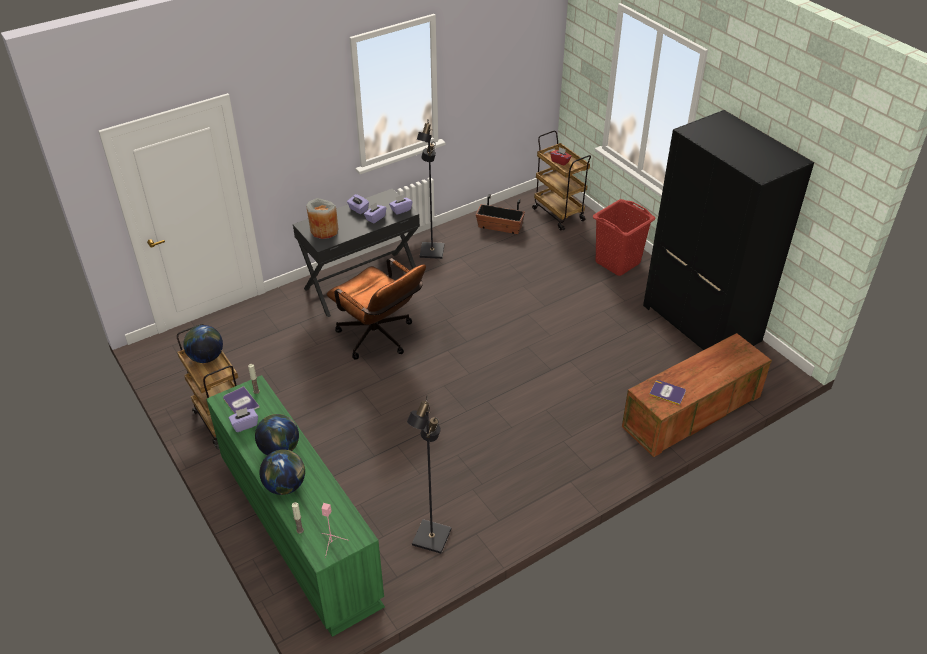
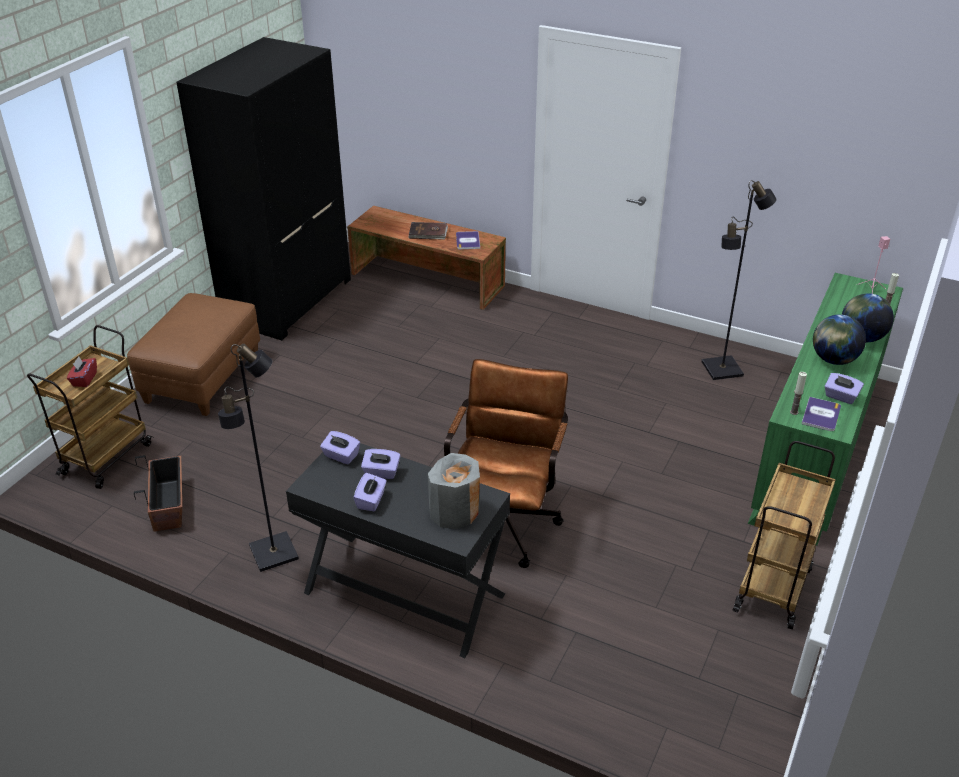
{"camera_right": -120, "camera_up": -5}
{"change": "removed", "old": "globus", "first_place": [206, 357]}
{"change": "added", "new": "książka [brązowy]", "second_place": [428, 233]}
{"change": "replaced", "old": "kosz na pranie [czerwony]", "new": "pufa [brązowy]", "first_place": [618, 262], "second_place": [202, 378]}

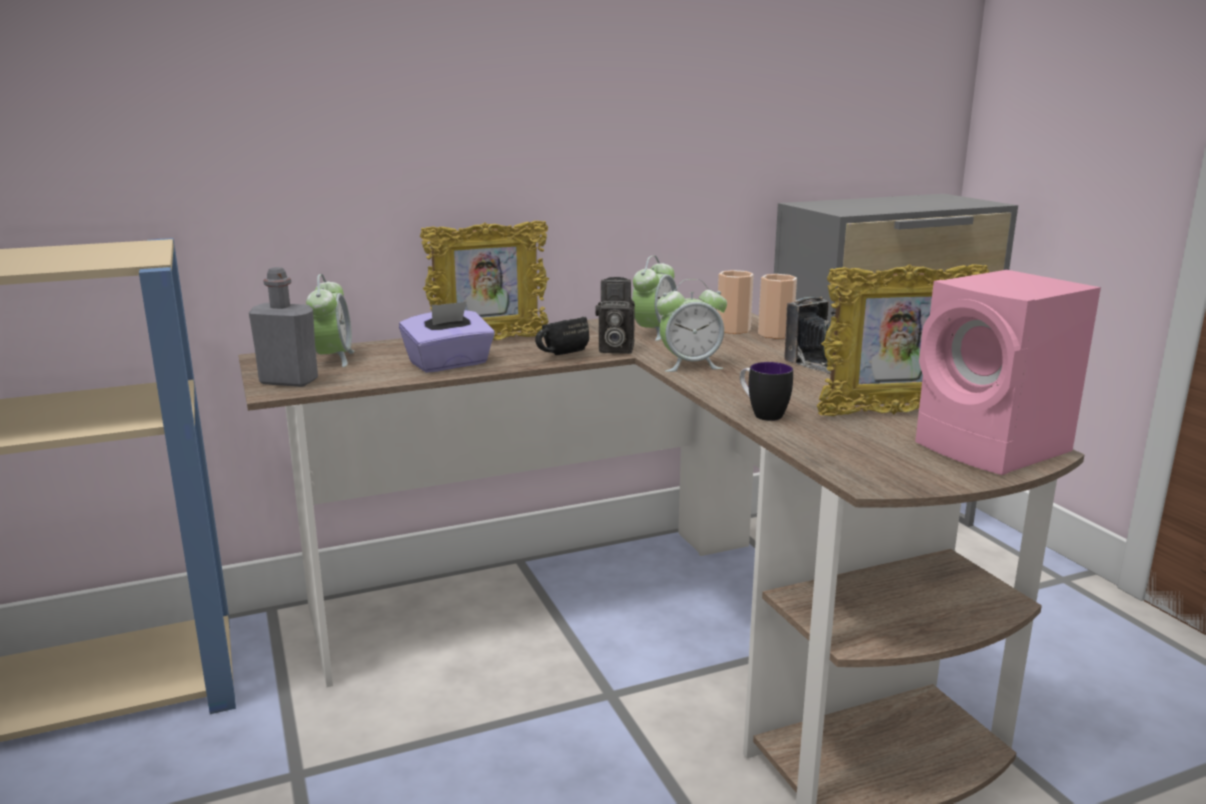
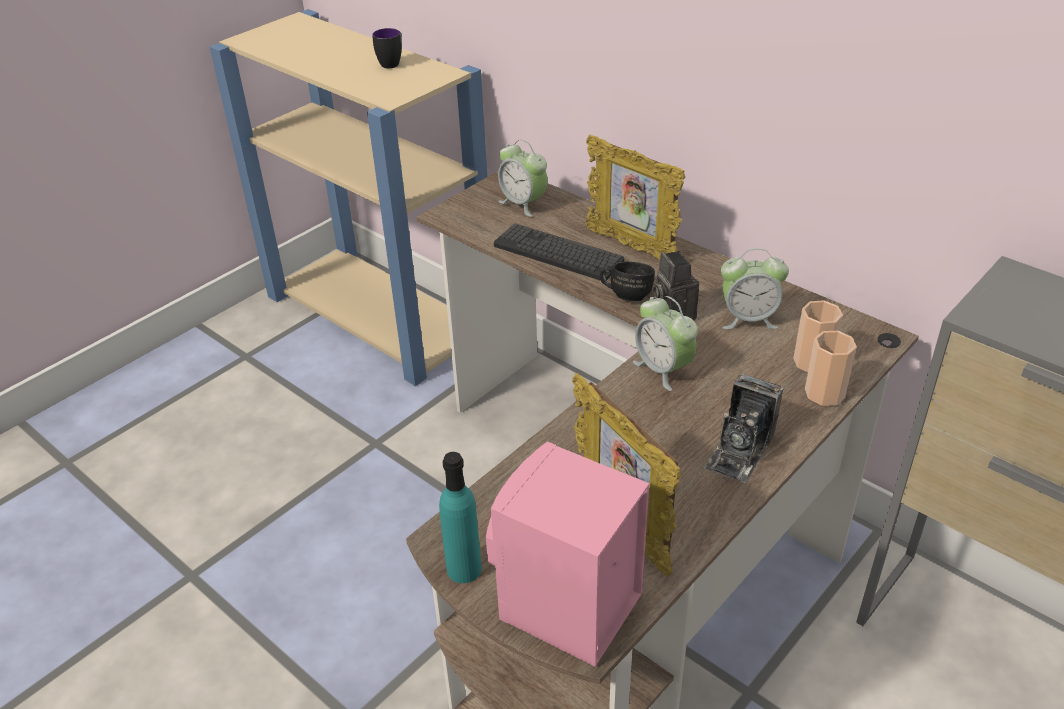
{"camera_right": 65, "camera_up": 20}
{"change": "removed", "old": "butelka [szary]", "first_place": [289, 381]}
{"change": "added", "new": "butelka [turkusowy]", "second_place": [464, 569]}
{"change": "moved", "old": "kubek", "first_place": [762, 414], "second_place": [392, 63]}
{"change": "replaced", "old": "pudełko chusteczek [fioletowy]", "new": "klawiatura", "first_place": [449, 364], "second_place": [558, 253]}
{"change": "turned", "old": "budzik", "first_place": [333, 359], "second_place": [523, 204], "degrees": 75}

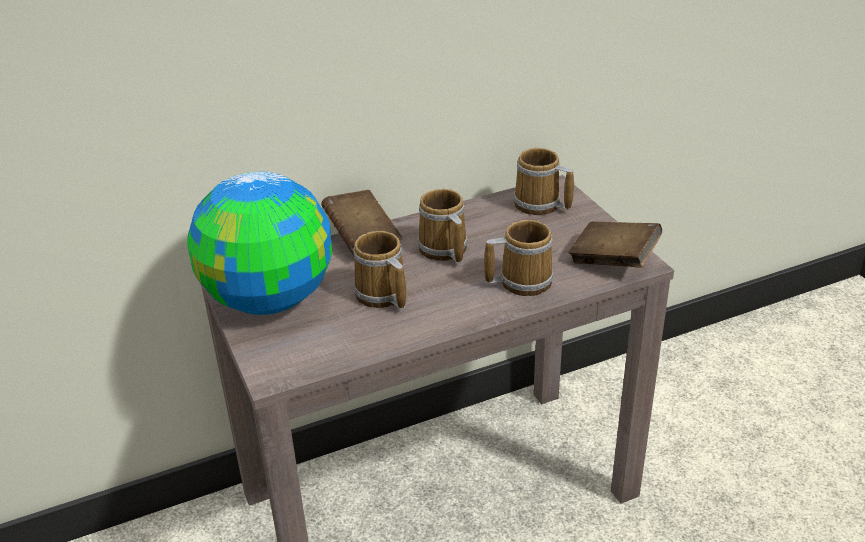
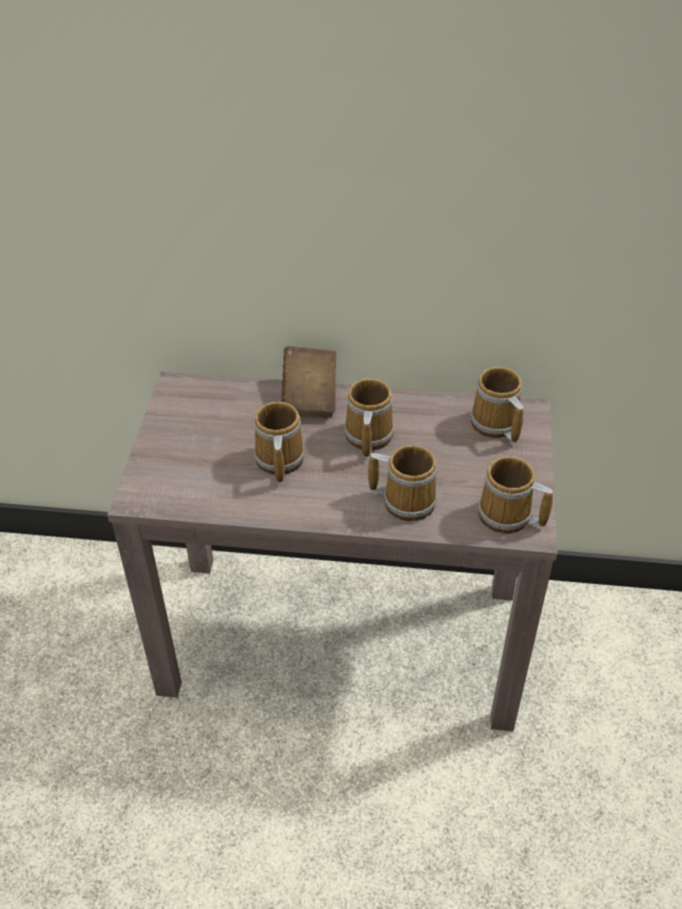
{"camera_right": 30, "camera_up": 10}
{"change": "removed", "old": "globus", "first_place": [270, 299]}
{"change": "replaced", "old": "książka [brązowy]", "new": "kubek", "first_place": [613, 261], "second_place": [507, 517]}

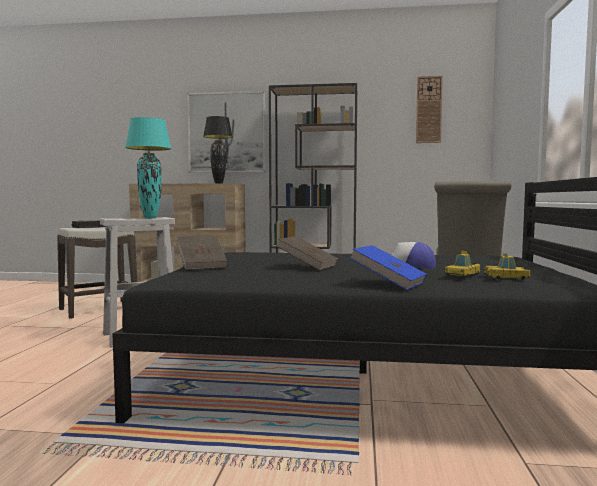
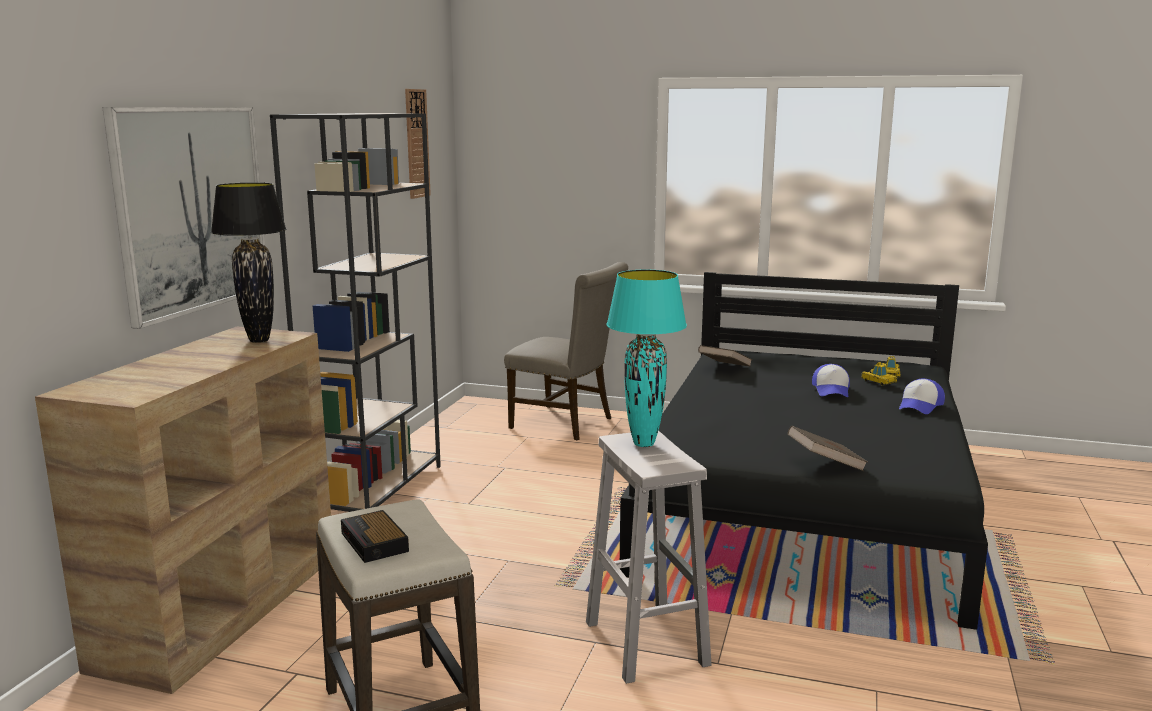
{"camera_right": -80, "camera_up": 10}
{"change": "moved", "old": "książka [brązowy]", "first_place": [307, 266], "second_place": [724, 368]}
{"change": "replaced", "old": "książka [niebieski]", "new": "czapka z daszkiem", "first_place": [388, 283], "second_place": [920, 406]}

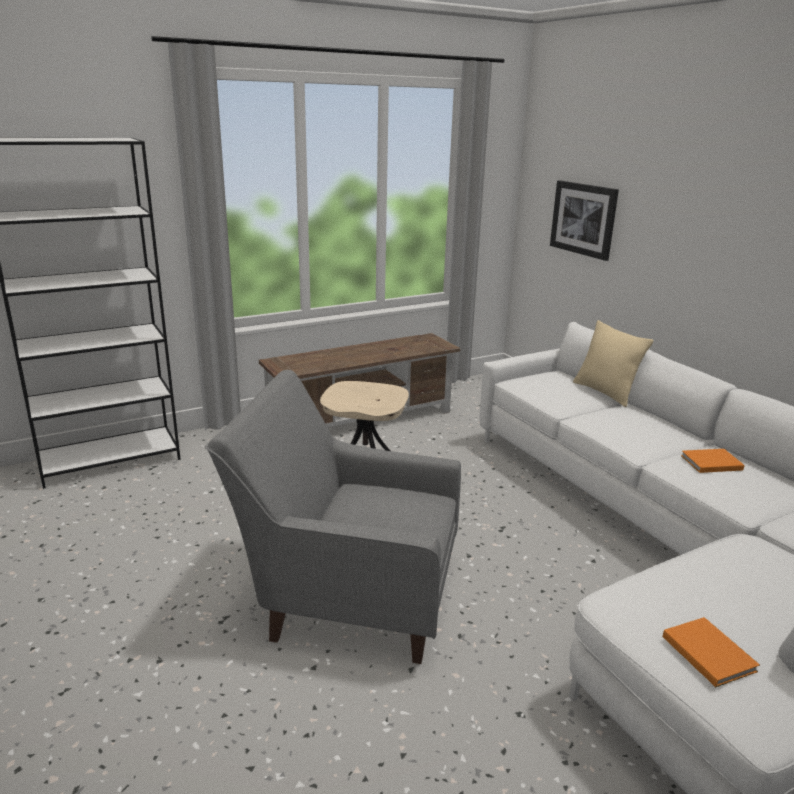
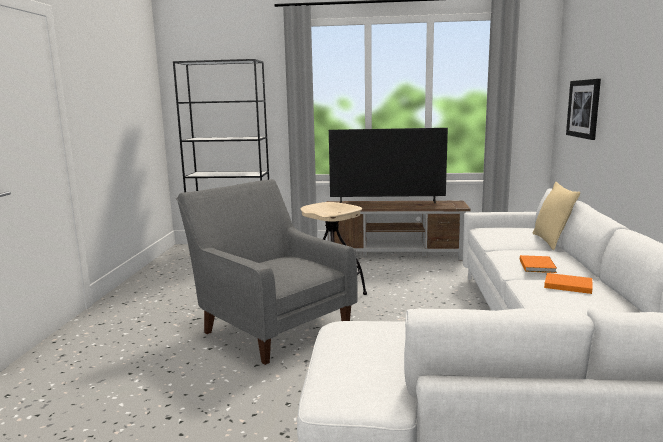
{"camera_right": 35, "camera_up": -10}
{"change": "added", "new": "telewizor", "second_place": [387, 202]}
{"change": "moved", "old": "książka [pomarańczowy]", "first_place": [707, 652], "second_place": [537, 265]}

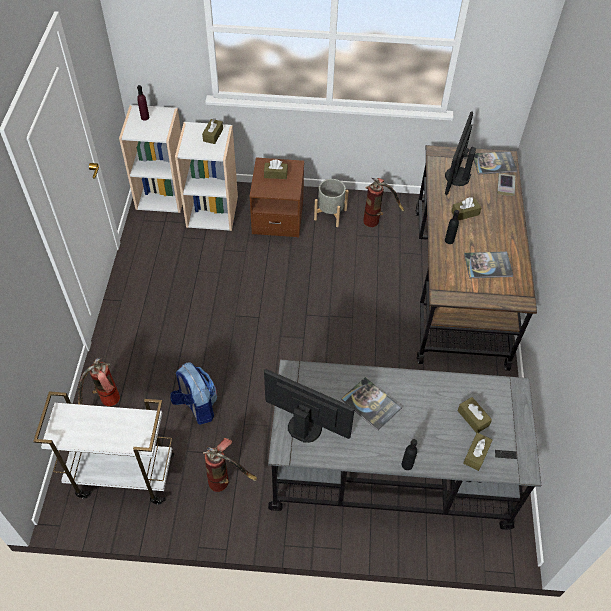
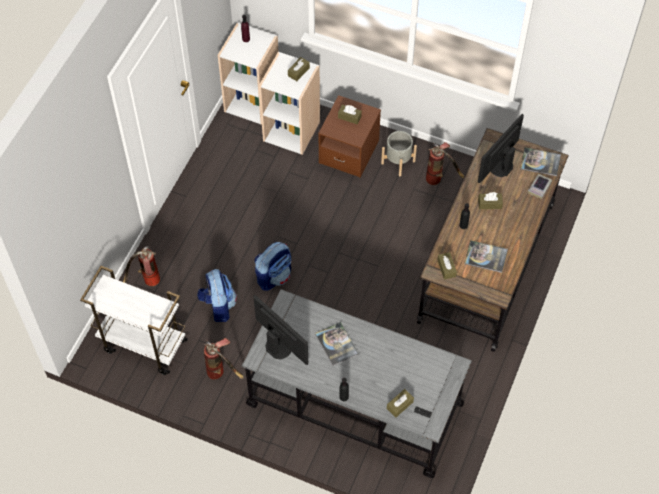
{"camera_right": 20, "camera_up": 5}
{"change": "added", "new": "plecak", "second_place": [274, 276]}
{"change": "moved", "old": "pudełko chusteczek [brązowy]", "first_place": [473, 418], "second_place": [446, 268]}

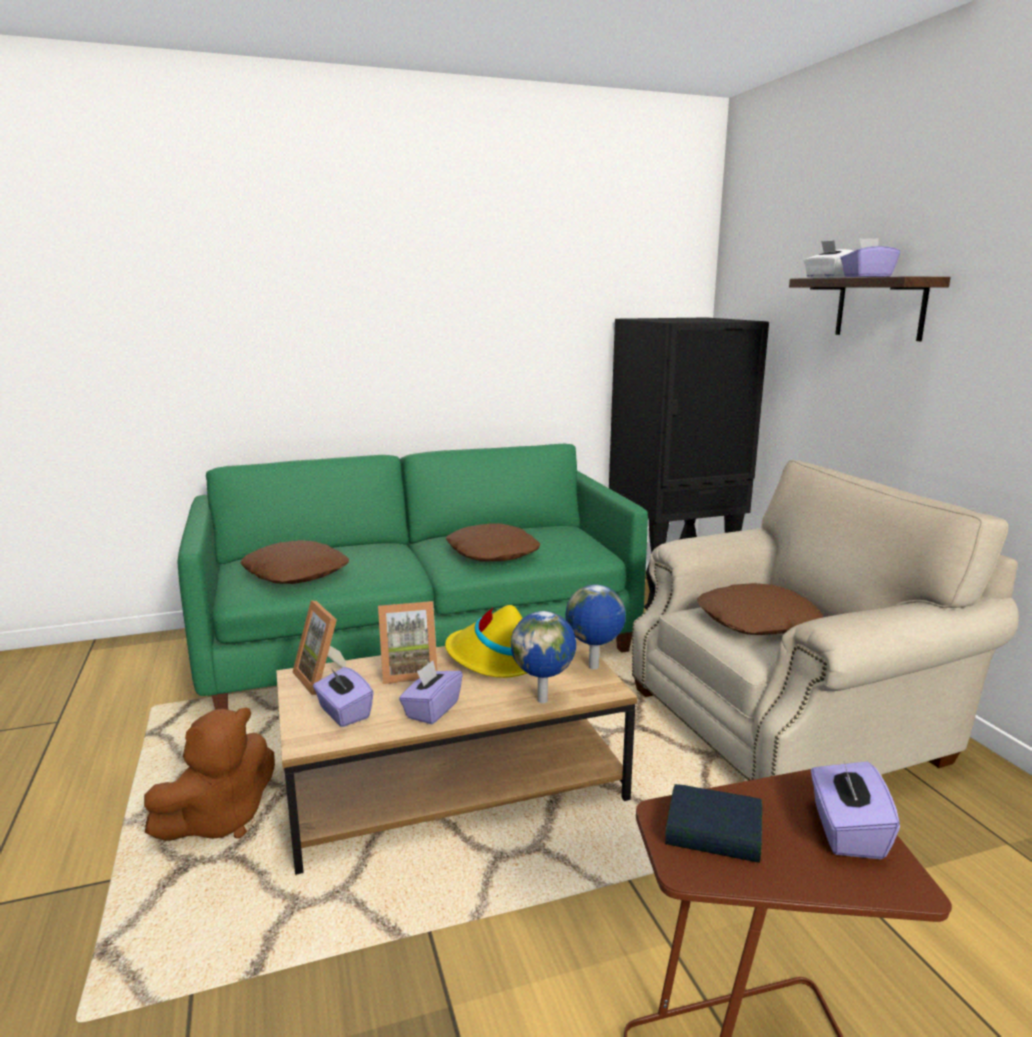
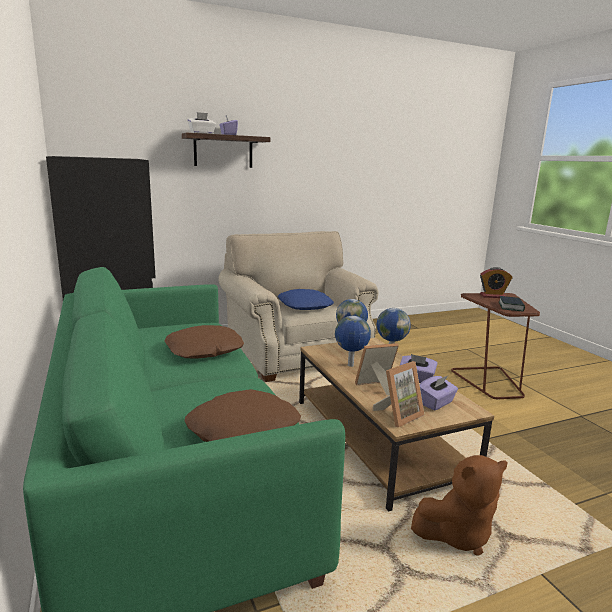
{"camera_right": -95, "camera_up": 0}
{"change": "replaced", "old": "kapelusz [żółty]", "new": "globus", "first_place": [493, 659], "second_place": [350, 365]}
{"change": "replaced", "old": "pudełko chusteczek [fioletowy]", "new": "budzik", "first_place": [846, 831], "second_place": [493, 296]}
{"change": "recoloured", "old": "poduszka [brązowy]", "new": "poduszka [niebieski]", "first_place": [757, 621], "second_place": [305, 305]}
{"change": "turned", "old": "pluszak [brązowy]", "first_place": [220, 820], "second_place": [457, 534], "degrees": 120}
{"change": "turned", "old": "ramka na zdjęcie", "first_place": [408, 672], "second_place": [376, 388], "degrees": -90}

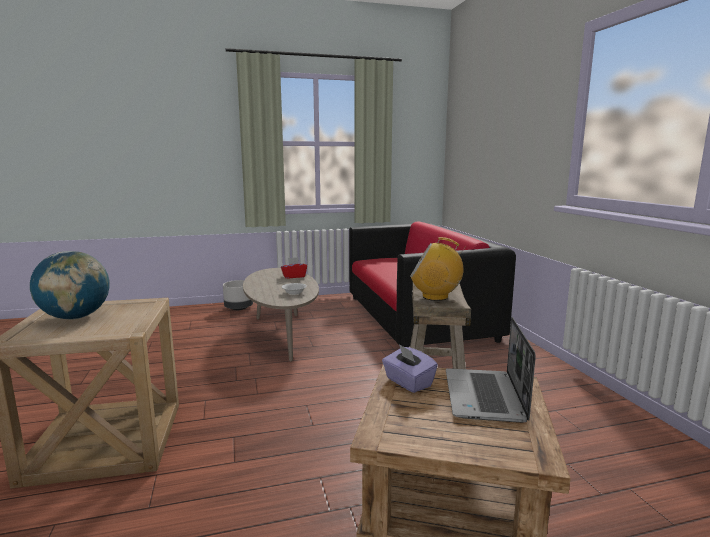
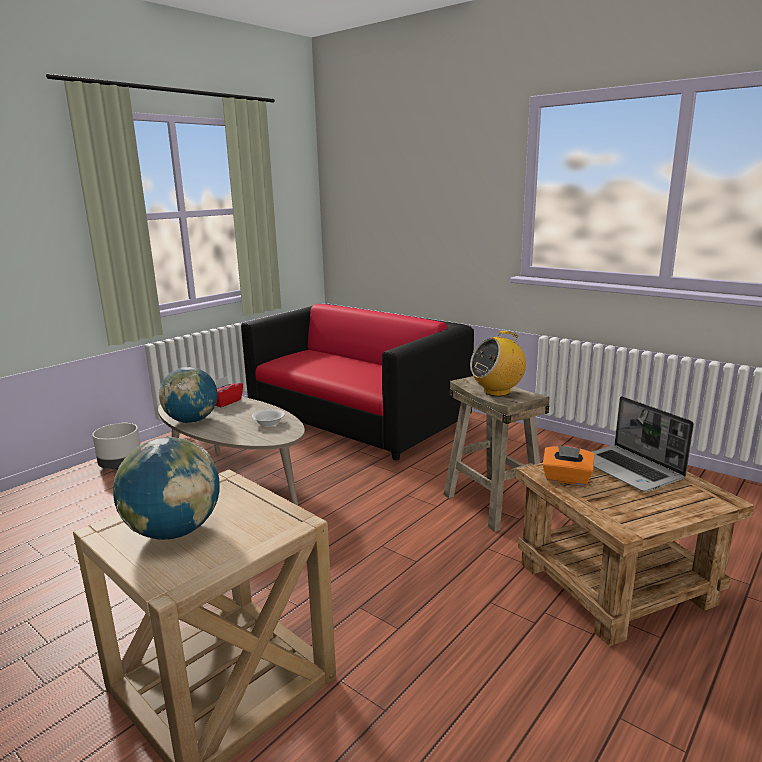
{"camera_right": -35, "camera_up": 5}
{"change": "added", "new": "globus", "second_place": [192, 421]}
{"change": "recoloured", "old": "pudełko chusteczek [fioletowy]", "new": "pudełko chusteczek [pomarańczowy]", "first_place": [408, 382], "second_place": [566, 479]}

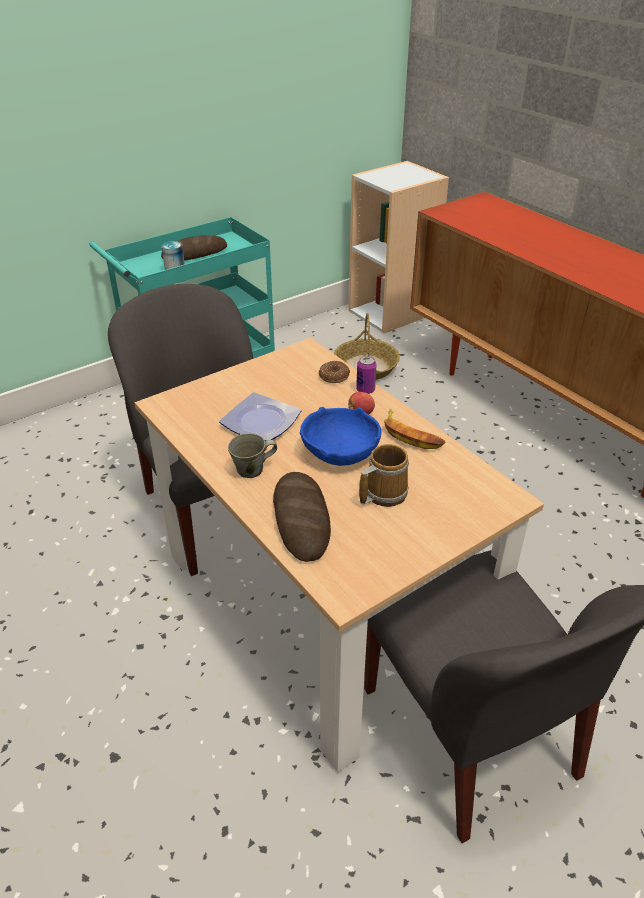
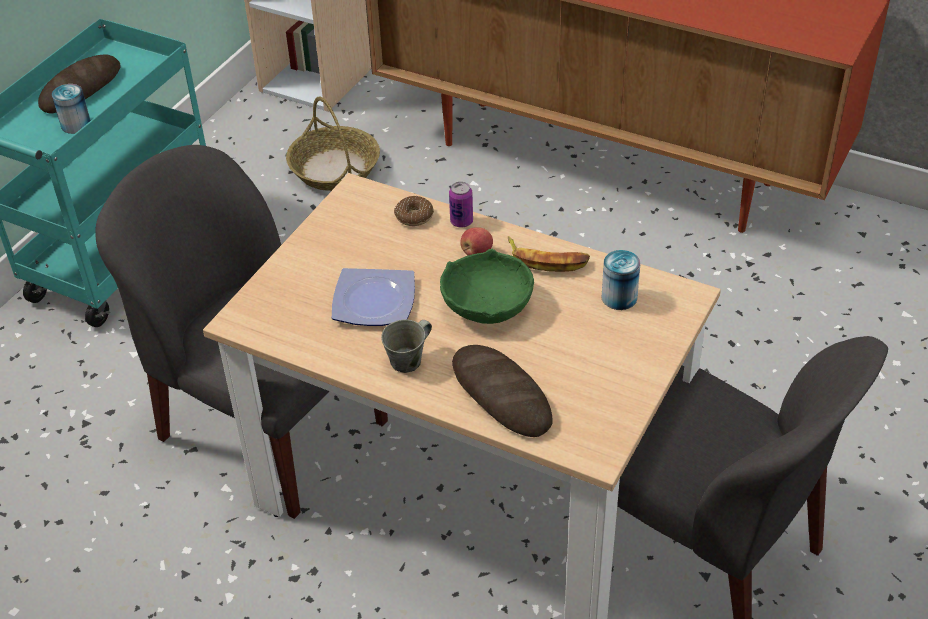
{"camera_right": -25, "camera_up": 5}
{"change": "removed", "old": "kubek", "first_place": [382, 493]}
{"change": "added", "new": "puszka", "second_place": [619, 297]}
{"change": "recoloured", "old": "miska [niebieski]", "new": "miska [zielony]", "first_place": [341, 453], "second_place": [488, 306]}

